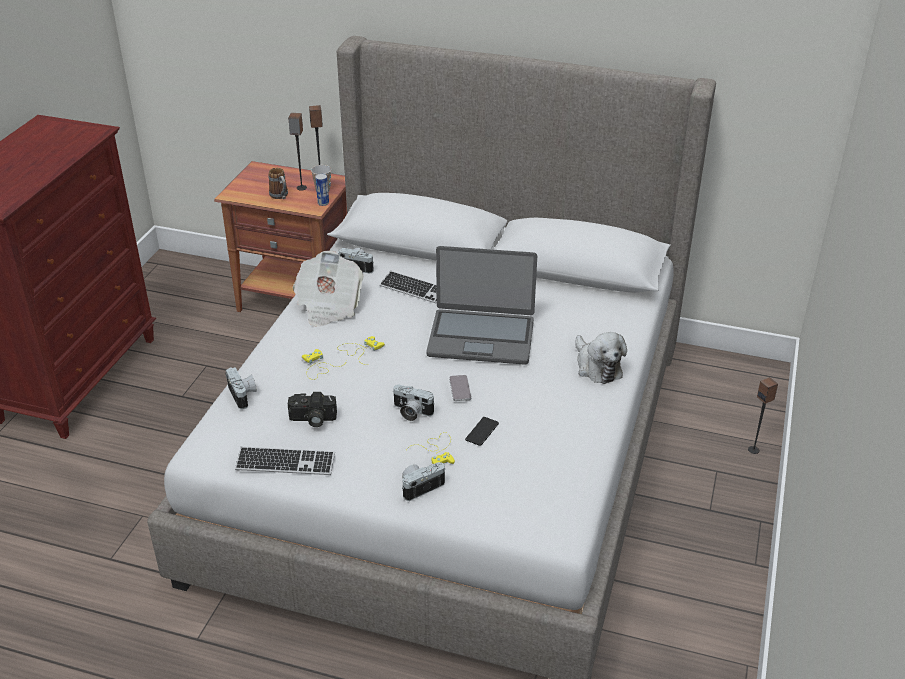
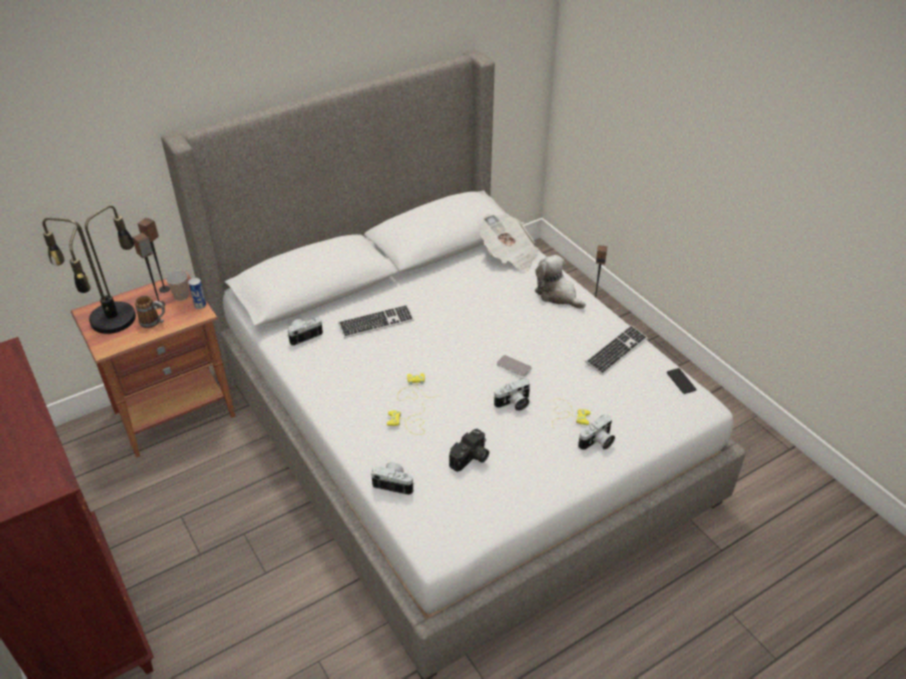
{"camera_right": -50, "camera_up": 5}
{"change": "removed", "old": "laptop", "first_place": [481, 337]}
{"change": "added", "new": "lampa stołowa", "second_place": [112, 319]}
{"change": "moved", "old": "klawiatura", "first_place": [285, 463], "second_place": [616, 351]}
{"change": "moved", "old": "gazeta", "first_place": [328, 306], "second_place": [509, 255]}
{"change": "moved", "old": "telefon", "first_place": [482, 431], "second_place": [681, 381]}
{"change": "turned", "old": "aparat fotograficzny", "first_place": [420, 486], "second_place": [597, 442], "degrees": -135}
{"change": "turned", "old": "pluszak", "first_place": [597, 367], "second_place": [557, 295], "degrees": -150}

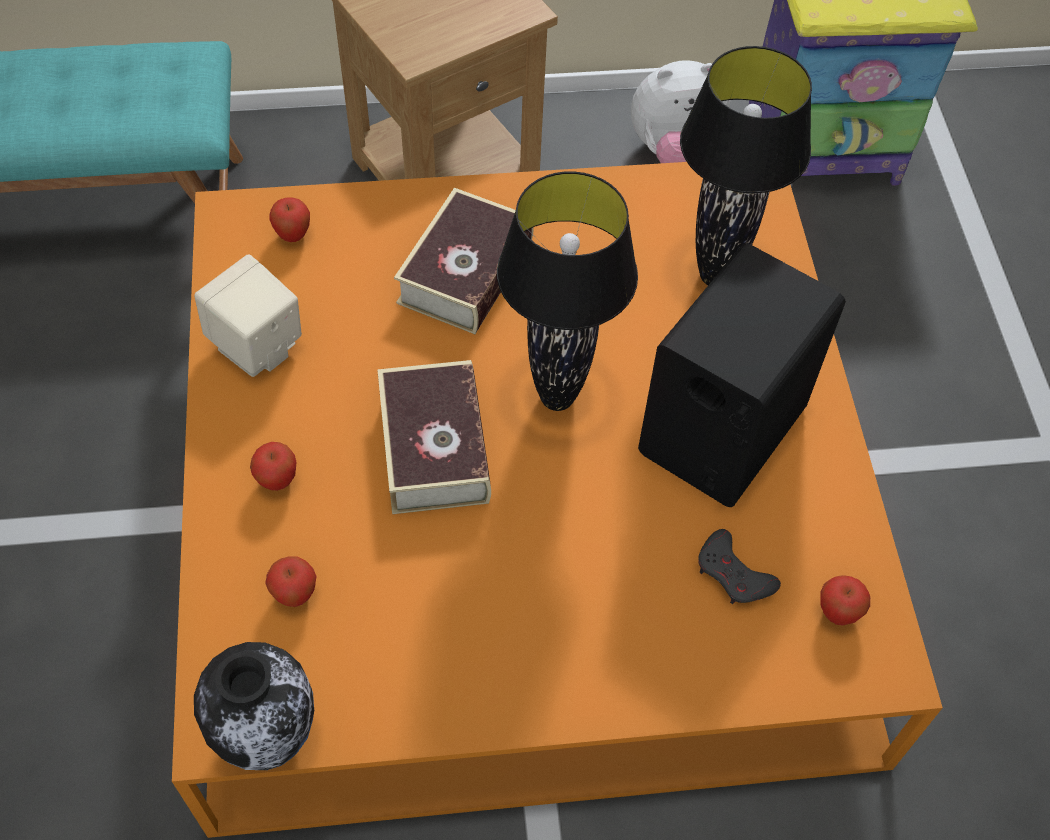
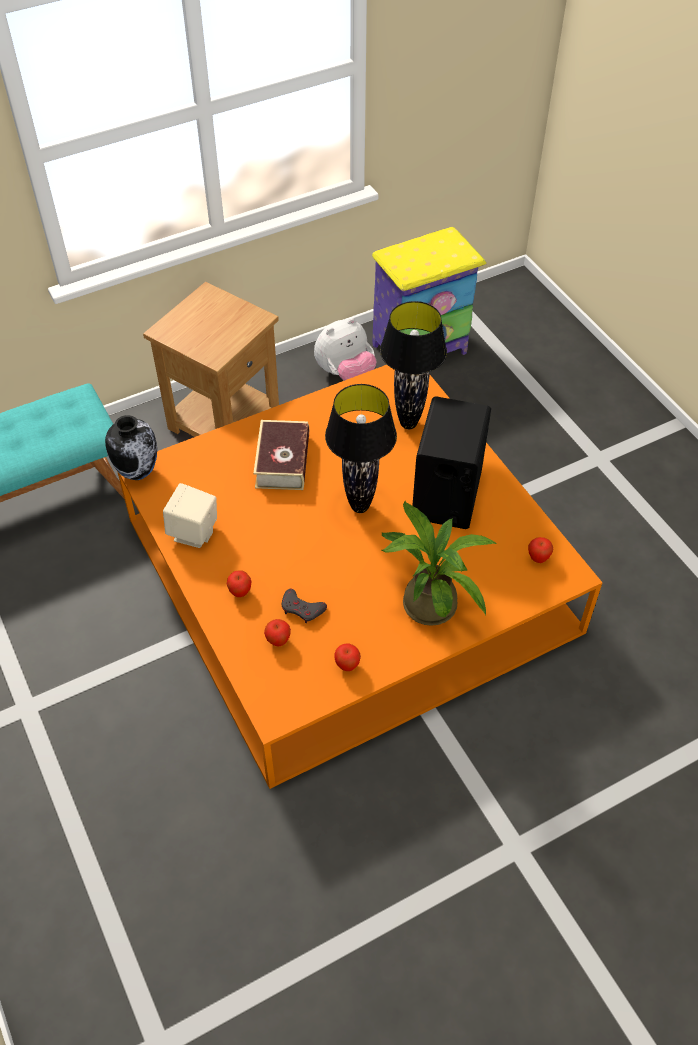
{"camera_right": -20, "camera_up": -5}
{"change": "removed", "old": "książka", "first_place": [434, 447]}
{"change": "added", "new": "roślina doniczkowa", "second_place": [428, 599]}
{"change": "moved", "old": "wazon", "first_place": [270, 737], "second_place": [138, 472]}
{"change": "moved", "old": "jabłko", "first_place": [293, 235], "second_place": [347, 665]}
{"change": "moved", "old": "pad do gier [szary]", "first_place": [733, 574], "second_place": [302, 608]}

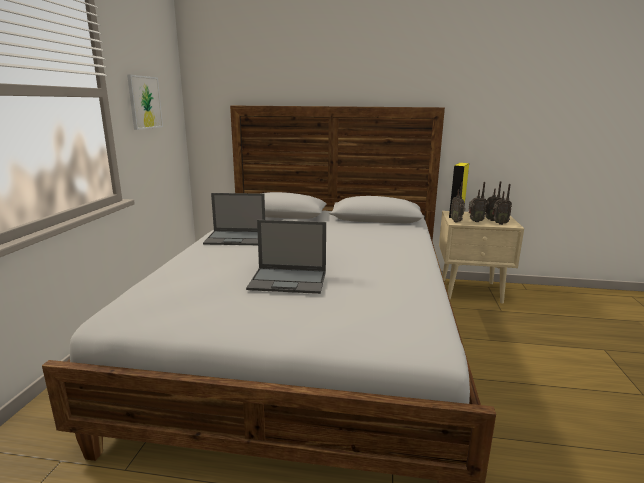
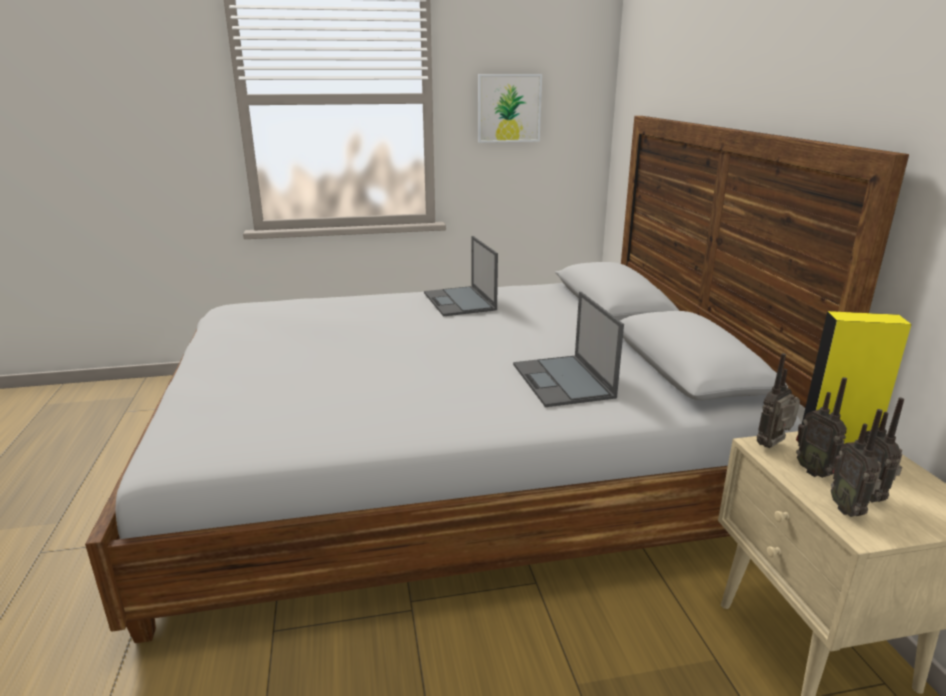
{"camera_right": 70, "camera_up": 5}
{"change": "moved", "old": "laptop", "first_place": [289, 280], "second_place": [563, 381]}

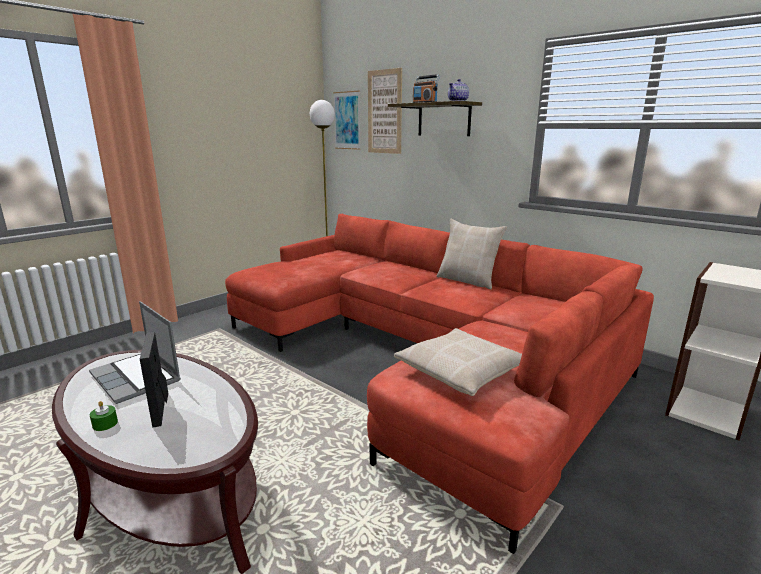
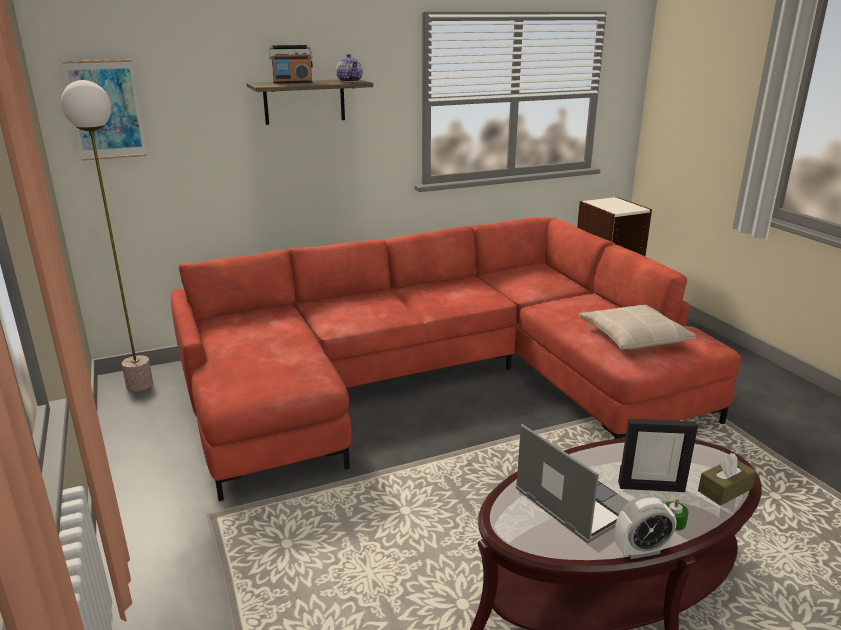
{"camera_right": -65, "camera_up": 5}
{"change": "removed", "old": "obraz", "first_place": [384, 112]}
{"change": "removed", "old": "poduszka [beżowy]", "first_place": [468, 280]}
{"change": "added", "new": "budzik", "second_place": [641, 550]}
{"change": "added", "new": "pudełko chusteczek [brązowy]", "second_place": [725, 490]}
{"change": "turned", "old": "laptop", "first_place": [137, 378], "second_place": [573, 502], "degrees": -105}

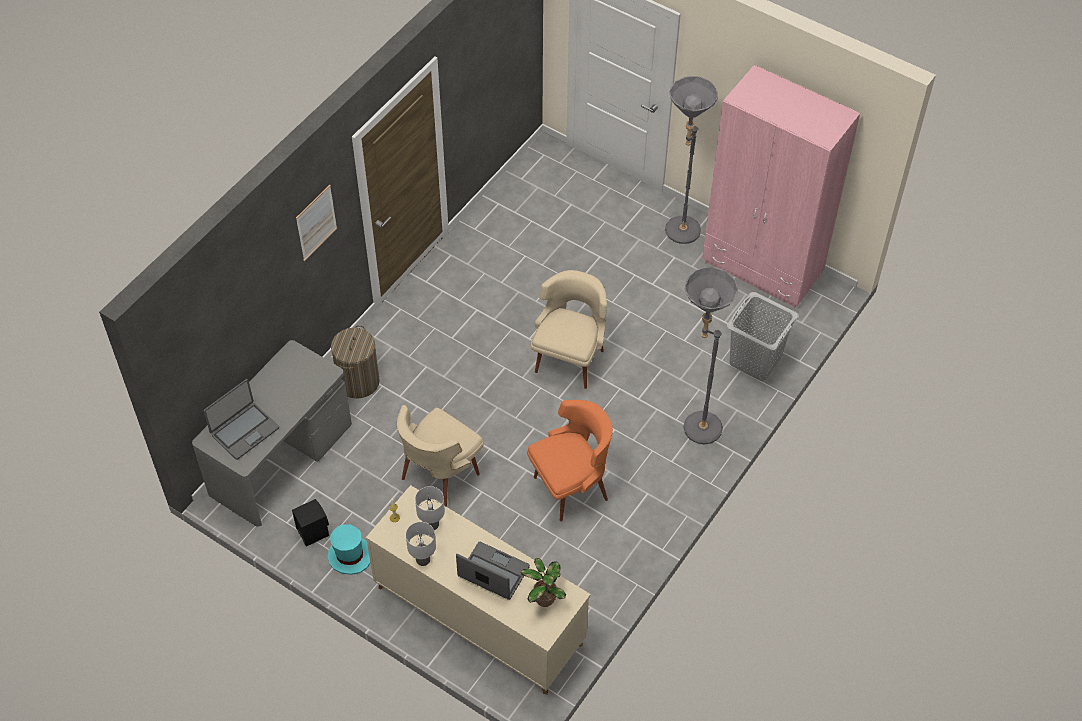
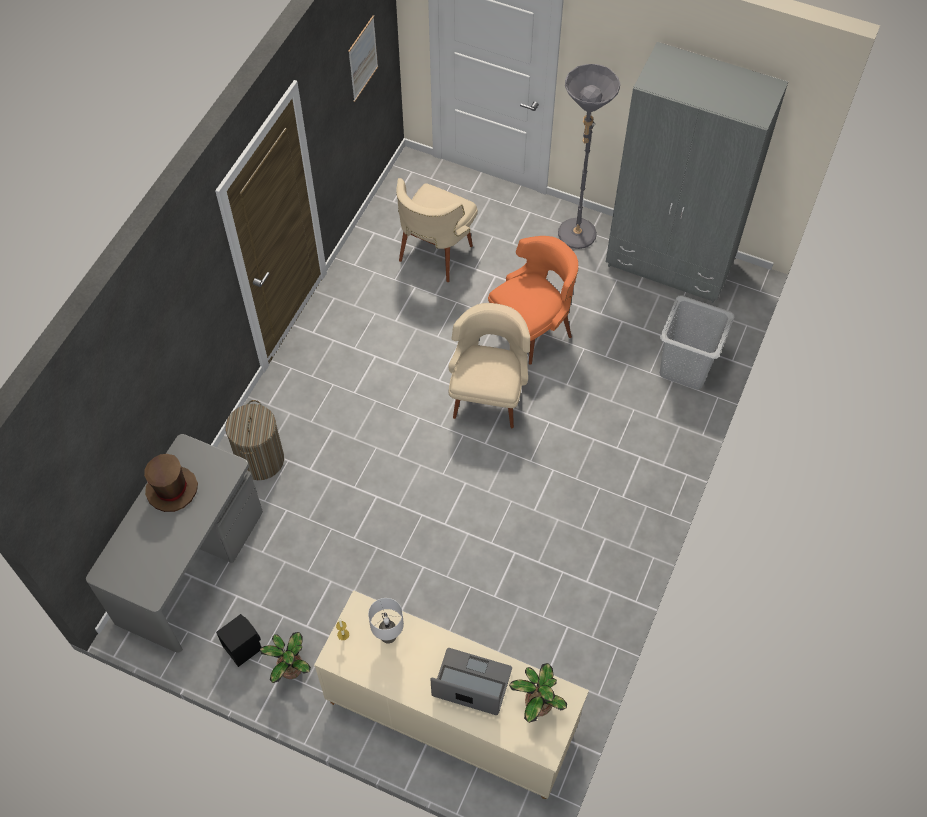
{"camera_right": -10, "camera_up": 5}
{"change": "removed", "old": "laptop", "first_place": [244, 431]}
{"change": "removed", "old": "lampa stołowa [biały]", "first_place": [423, 561]}
{"change": "removed", "old": "lampa stojąca [szary]", "first_place": [694, 425]}
{"change": "added", "new": "kapelusz [brązowy]", "second_place": [172, 489]}
{"change": "moved", "old": "obraz", "first_place": [316, 222], "second_place": [363, 59]}
{"change": "moved", "old": "krzesło [beżowy]", "first_place": [441, 476], "second_place": [436, 253]}
{"change": "moved", "old": "krzesło [pomarańczowy]", "first_place": [569, 489], "second_place": [531, 332]}
{"change": "replaced", "old": "kapelusz [turkusowy]", "new": "roślina doniczkowa", "first_place": [350, 555], "second_place": [290, 669]}
{"change": "recoloured", "old": "szafa [różowy]", "new": "szafa [szary]", "first_place": [762, 269], "second_place": [669, 264]}

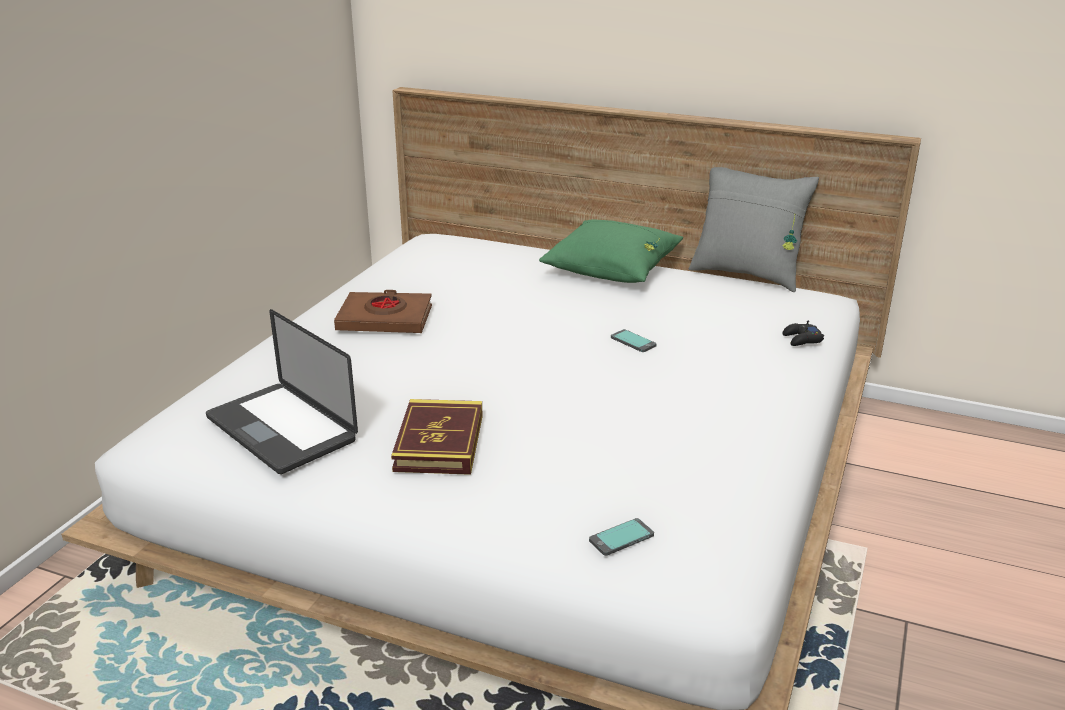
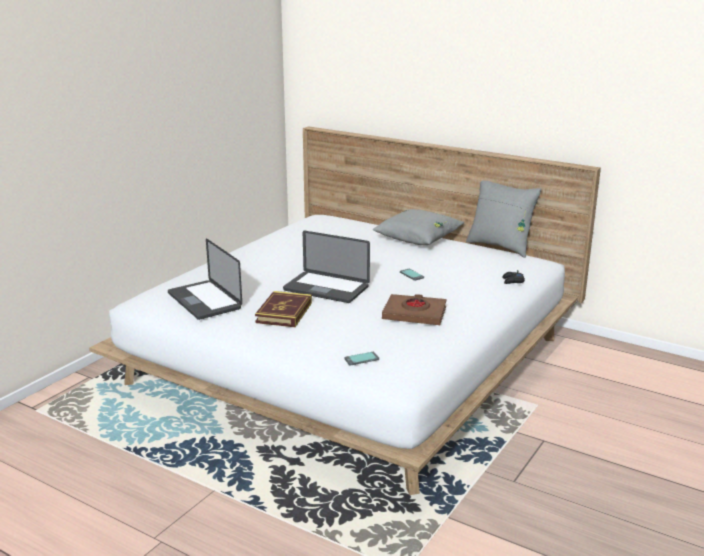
{"camera_right": 10, "camera_up": -5}
{"change": "added", "new": "laptop", "second_place": [326, 288]}
{"change": "moved", "old": "książka [brązowy]", "first_place": [385, 319], "second_place": [414, 314]}
{"change": "recoloured", "old": "poduszka [zielony]", "new": "poduszka [szary]", "first_place": [611, 269], "second_place": [418, 239]}

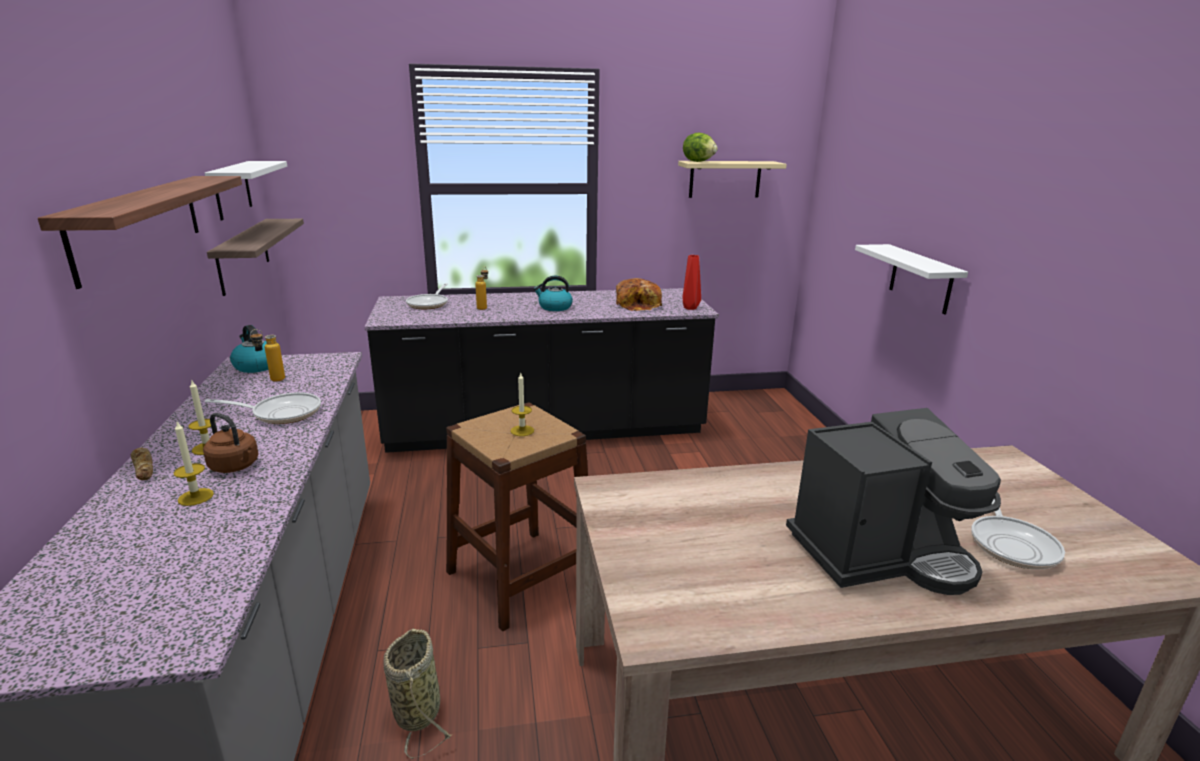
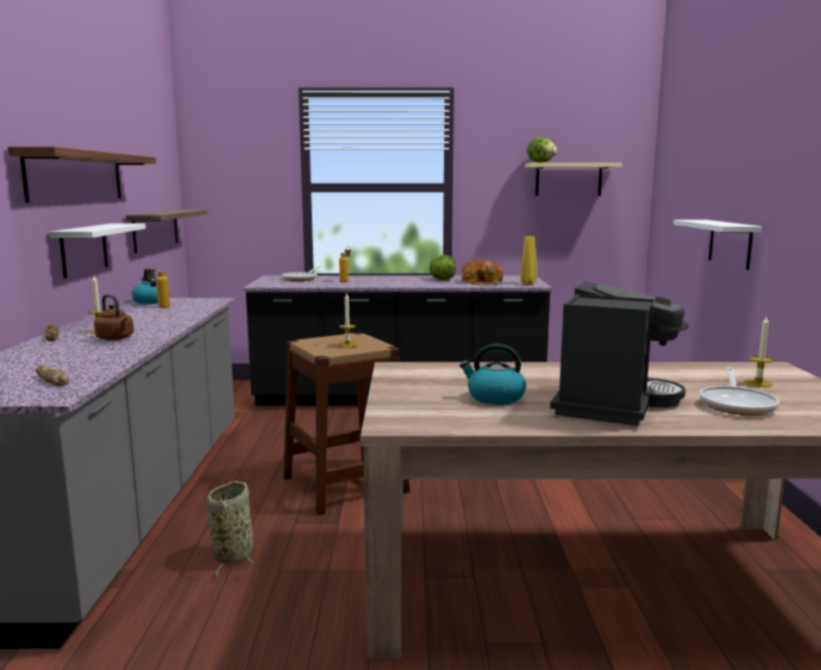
{"camera_right": 10, "camera_up": -10}
{"change": "removed", "old": "patelnia", "first_place": [281, 413]}
{"change": "added", "new": "chleb", "second_place": [51, 380]}
{"change": "added", "new": "sałata", "second_place": [442, 279]}
{"change": "moved", "old": "świeca", "first_place": [195, 497], "second_place": [758, 383]}
{"change": "moved", "old": "półka [biały]", "first_place": [232, 189], "second_place": [84, 249]}
{"change": "moved", "old": "czajnik", "first_place": [554, 307], "second_place": [494, 397]}
{"change": "recoloured", "old": "wazon [czerwony]", "new": "wazon [żółty]", "first_place": [690, 308], "second_place": [528, 284]}
{"change": "turned", "old": "ekspres do kawy", "first_place": [881, 553], "second_place": [611, 403], "degrees": -60}

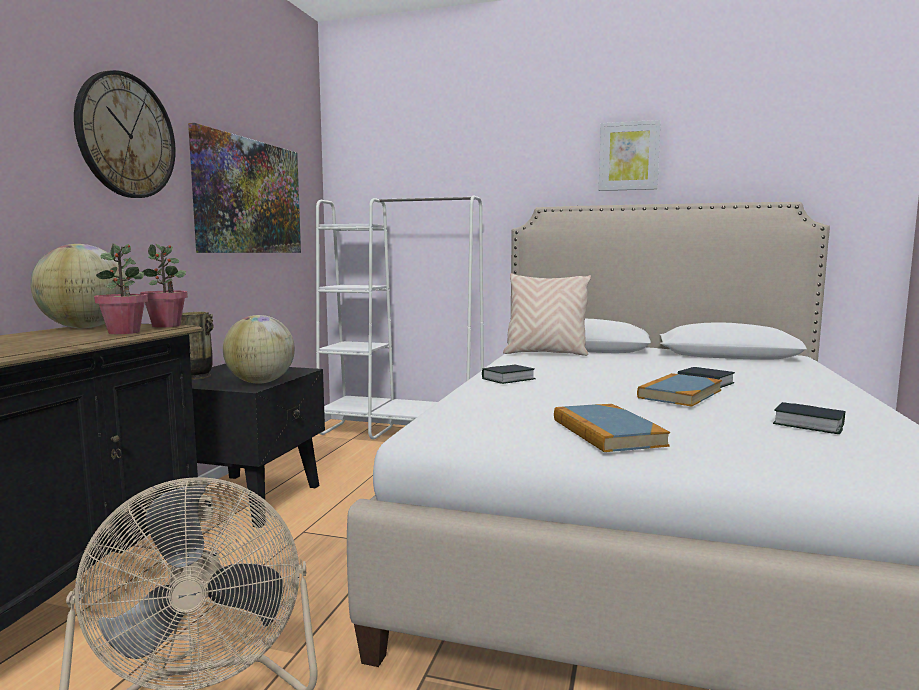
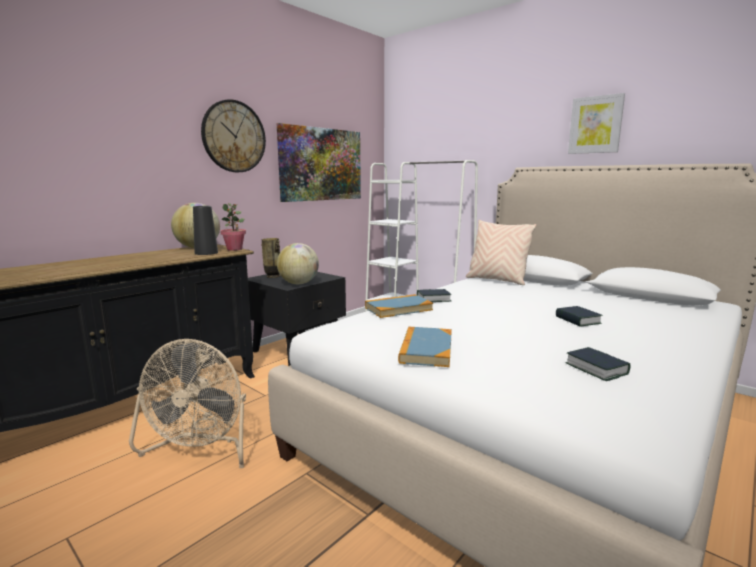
{"camera_right": 25, "camera_up": 5}
{"change": "moved", "old": "książka", "first_place": [679, 394], "second_place": [398, 309]}
{"change": "replaced", "old": "roślina doniczkowa", "new": "wazon [czarny]", "first_place": [124, 332], "second_place": [206, 253]}

